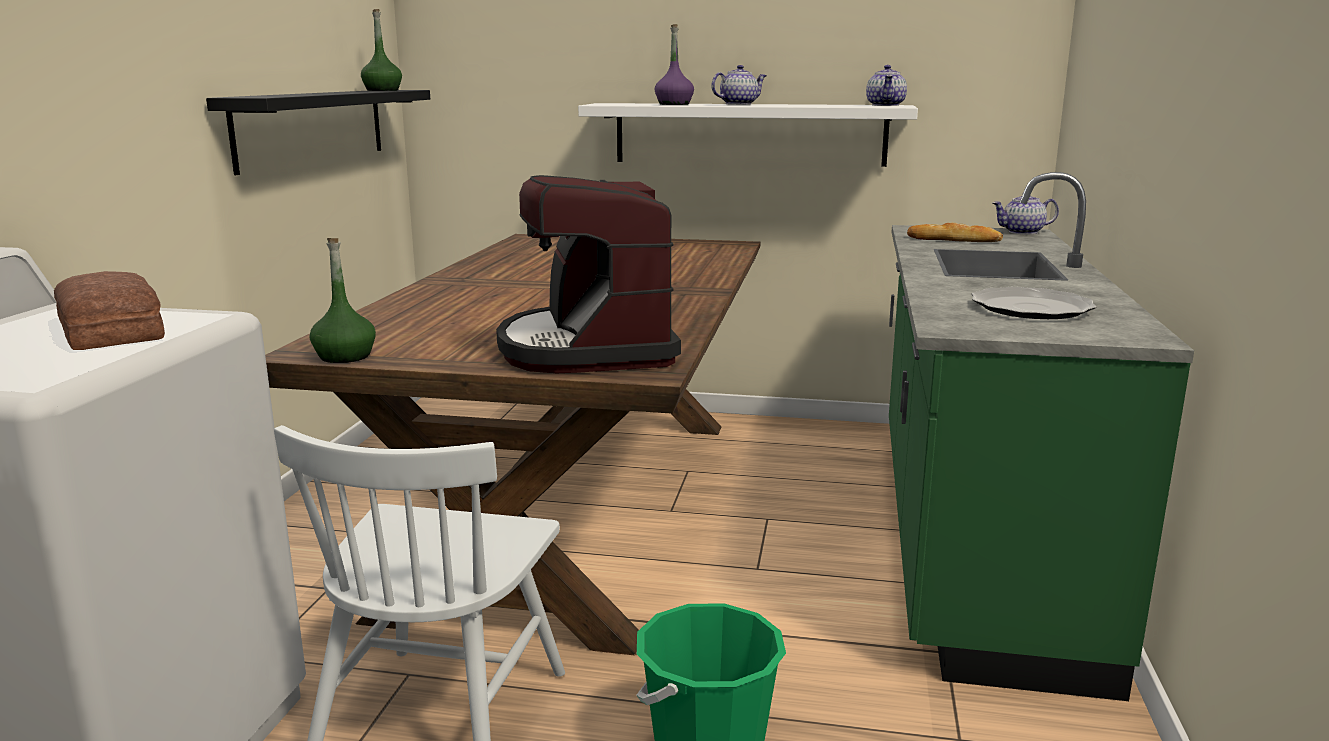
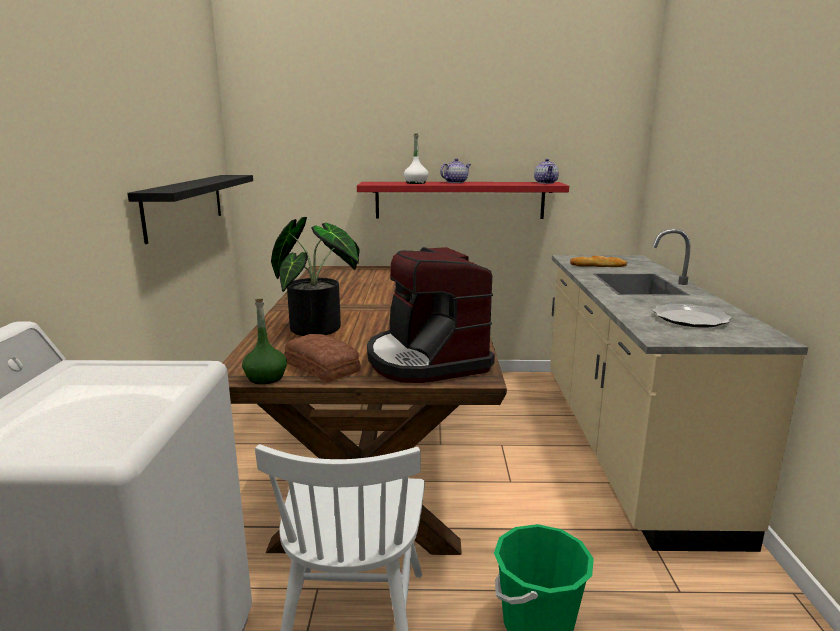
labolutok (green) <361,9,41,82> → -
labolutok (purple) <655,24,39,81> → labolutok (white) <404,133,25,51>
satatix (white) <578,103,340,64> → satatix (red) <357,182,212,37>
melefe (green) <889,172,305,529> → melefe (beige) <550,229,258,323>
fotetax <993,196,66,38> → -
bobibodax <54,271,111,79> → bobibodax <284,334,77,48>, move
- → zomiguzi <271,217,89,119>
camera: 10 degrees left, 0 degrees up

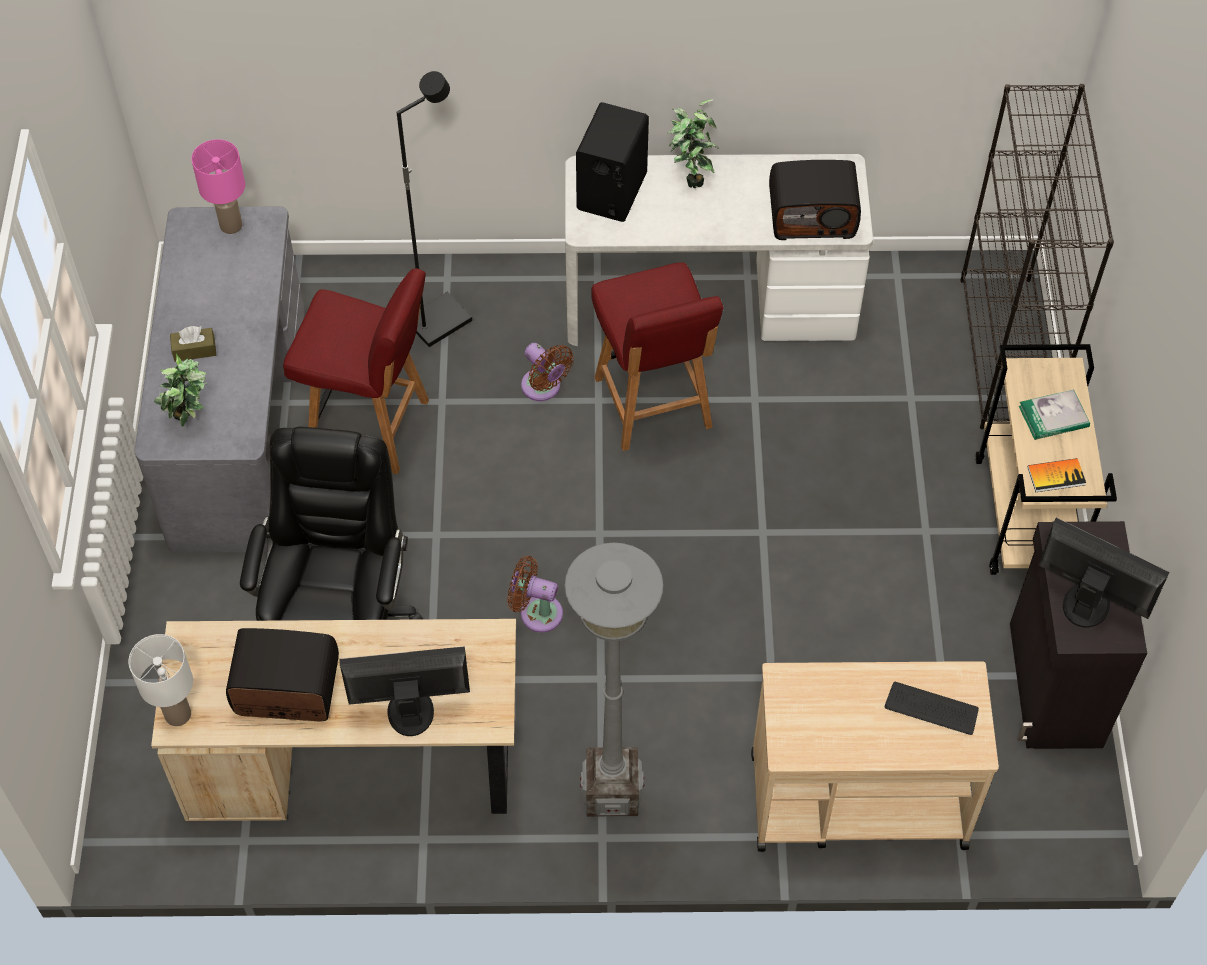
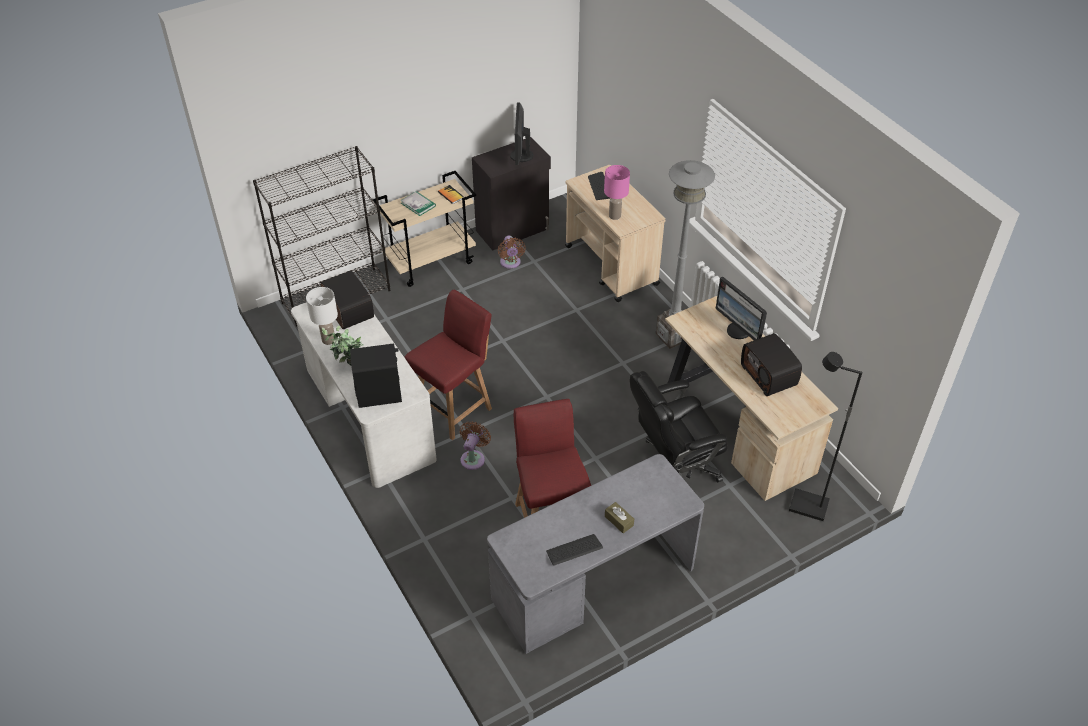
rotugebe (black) <397,71,75,276> → rotugebe (black) <789,352,74,169>, move
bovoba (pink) <191,139,54,95> → bovoba (pink) <604,165,26,55>, move
zomiguzi <153,354,54,73> → -
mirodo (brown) <507,556,56,77> → mirodo (brown) <498,236,28,33>, move
bovoba (white) <128,634,65,92> → bovoba (white) <306,287,32,58>, move
- → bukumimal <546,534,57,32>
camera: 120 degrees left, 10 degrees down

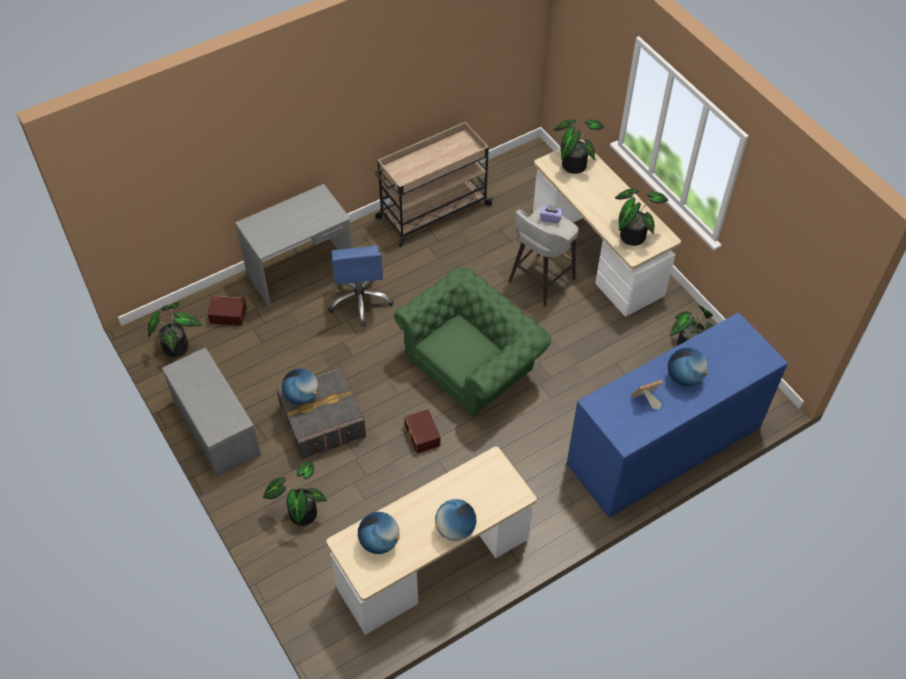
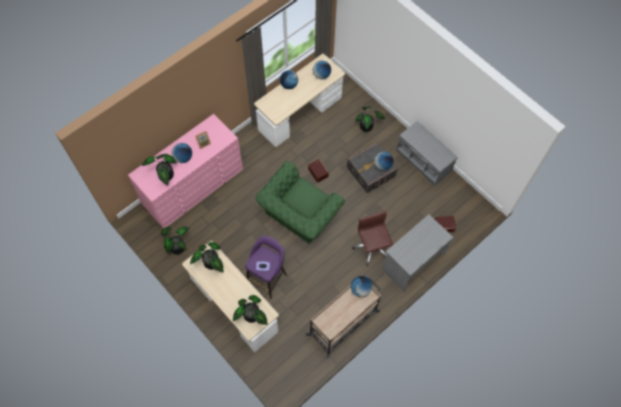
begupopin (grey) <508,206,71,101> → begupopin (purple) <245,236,42,63>
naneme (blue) <328,246,66,80> → naneme (brown) <352,211,41,55>
zomiguzi <148,302,54,55> → zomiguzi <142,154,35,32>, move
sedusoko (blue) <567,312,221,206> → sedusoko (pink) <128,114,115,114>
- → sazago <351,276,21,21>
camera: 170 degrees right, 10 degrees up

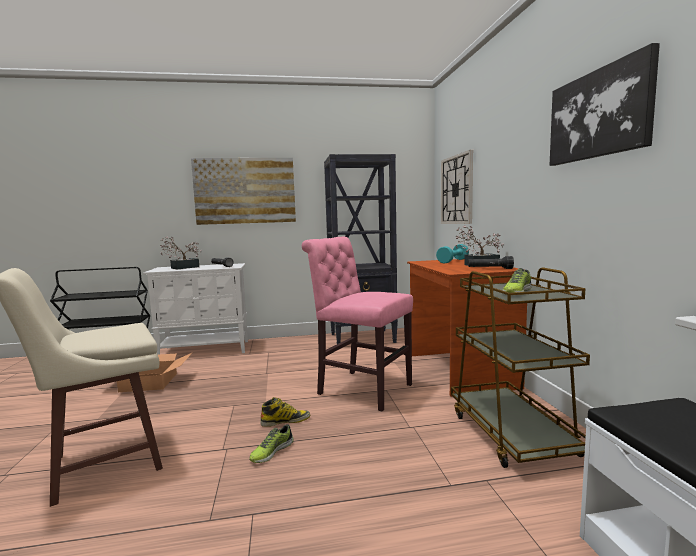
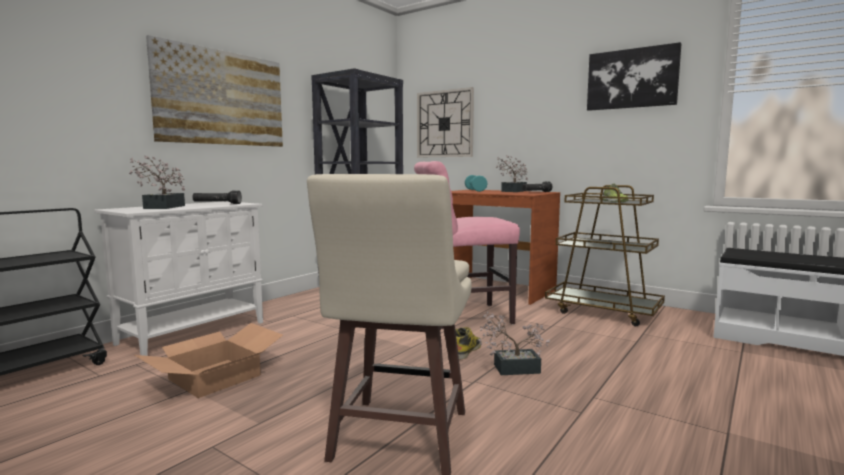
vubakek <249,424,45,39> → zomiguzi <479,312,71,63>
camera: 45 degrees left, 0 degrees up

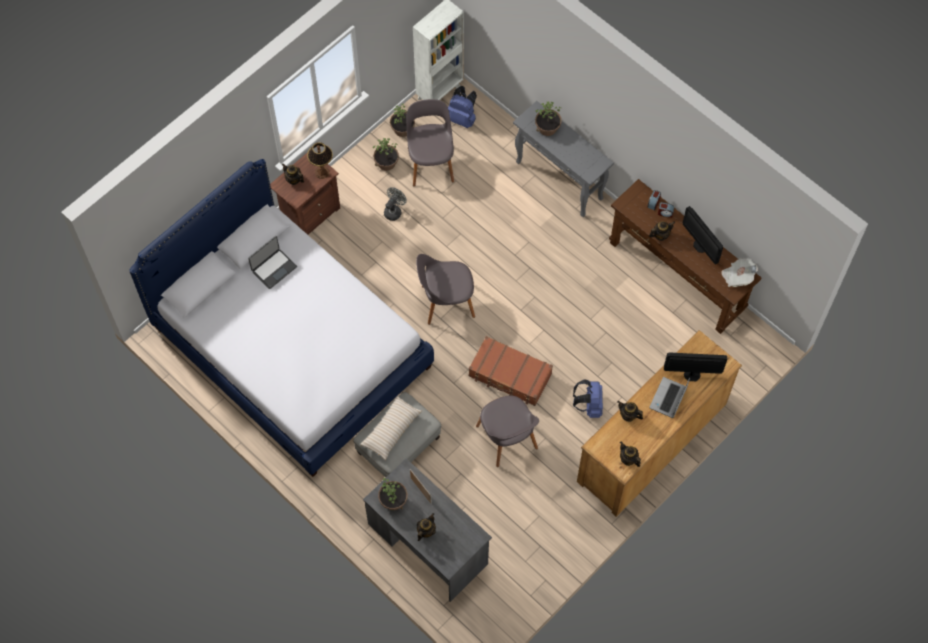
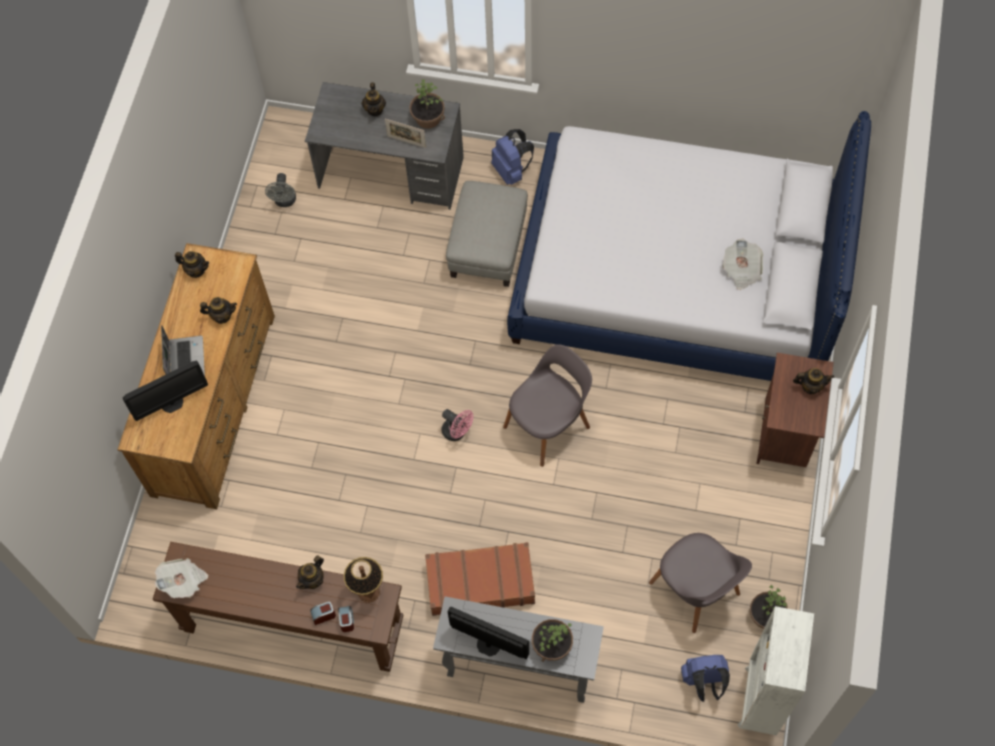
zomiguzi <373,138,26,33> → -
bovoba <307,142,26,37> → bovoba <344,557,39,46>, move
mirodo (grey) <384,187,23,34> → mirodo (grey) <265,173,31,34>, move
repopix <683,206,40,59> → repopix <448,606,81,53>, move
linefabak <248,236,49,53> → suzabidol <722,238,41,52>
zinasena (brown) <469,336,84,70> → zinasena (brown) <425,542,110,74>, move
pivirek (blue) <573,379,30,39> → pivirek (blue) <491,129,43,56>, move
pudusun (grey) <476,395,63,72> → -
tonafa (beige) <360,396,62,64> → -
- → mirodo (pink) <441,409,32,32>
camera: 150 degrees right, 0 degrees up

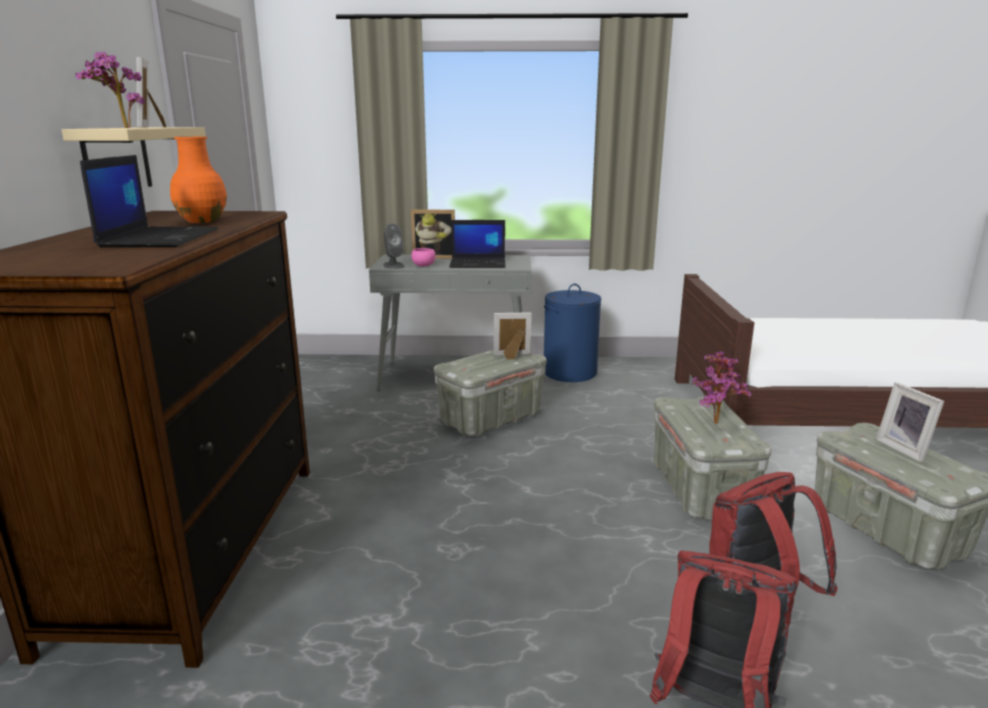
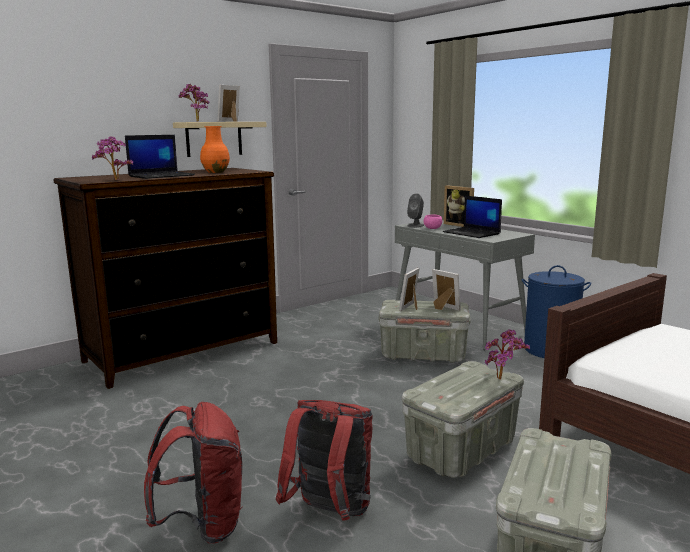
zomiguzi <699,371,52,53> → zomiguzi <92,136,41,44>, move
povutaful <876,382,68,80> → povutaful <399,268,21,43>, move
camera: 50 degrees right, 5 degrees down

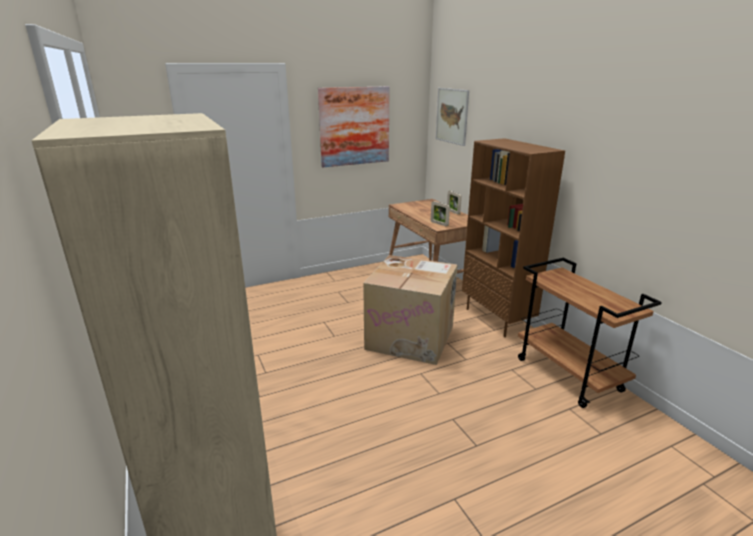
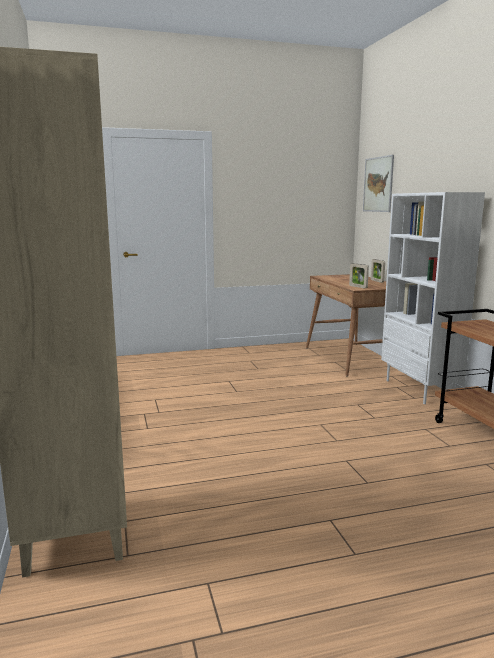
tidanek <318,86,72,81> → -
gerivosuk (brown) <462,138,103,199> → gerivosuk (white) <381,192,104,212>
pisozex <363,255,95,110> → -
camera: 10 degrees right, 10 degrees down

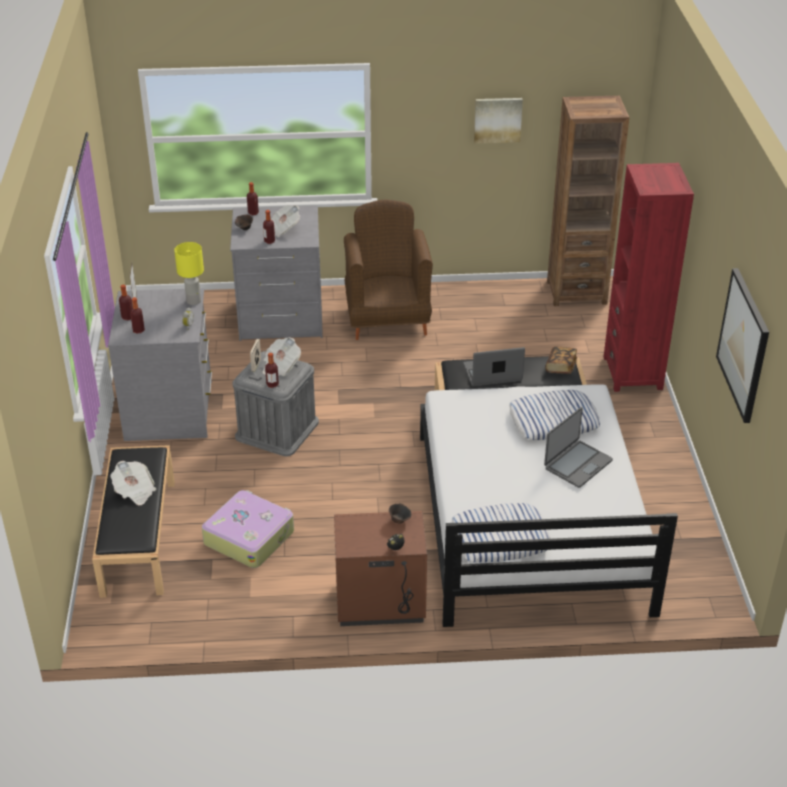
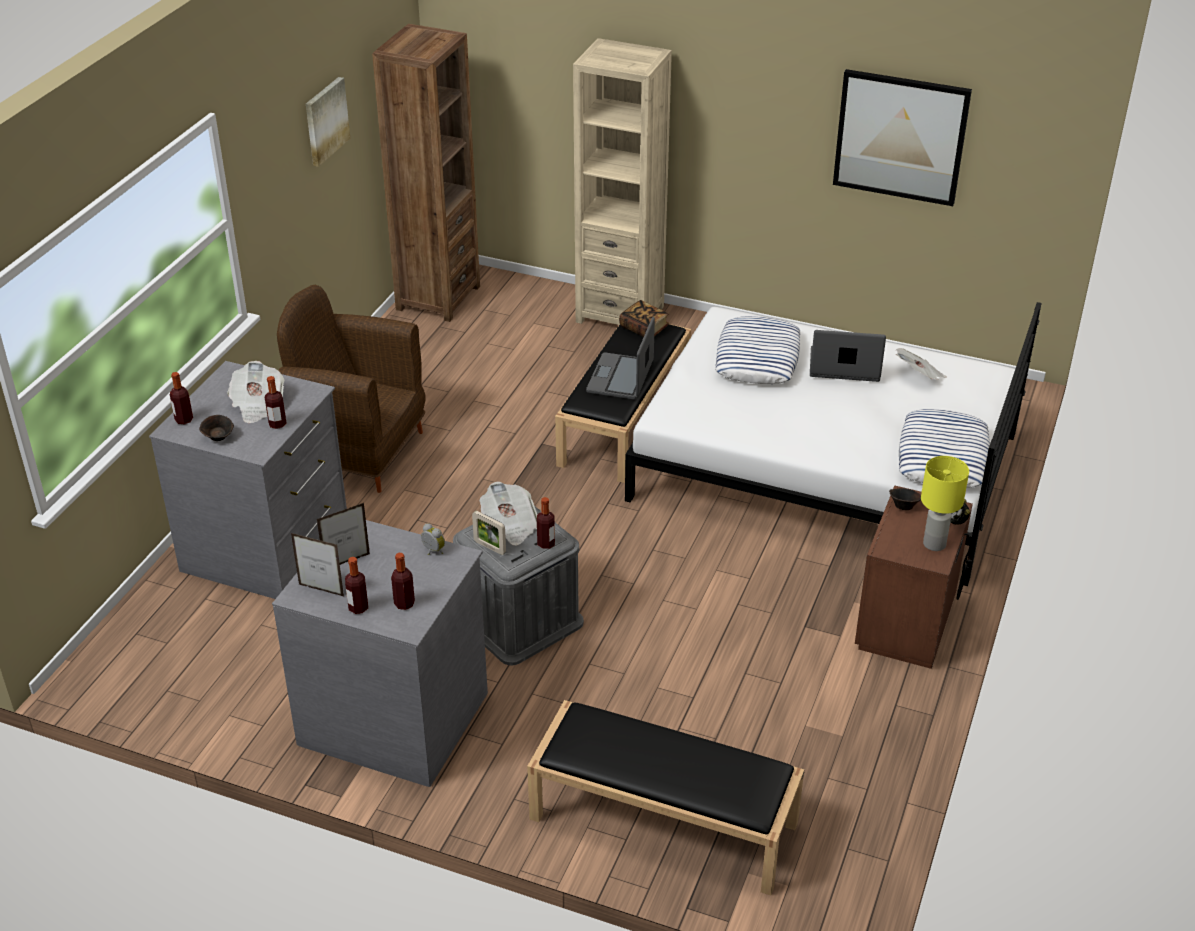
gerivosuk (red) <604,163,90,229> → gerivosuk (beige) <573,38,99,287>
bovoba (yellow) <174,242,30,63> → bovoba (yellow) <921,456,48,95>, move
linefabak <544,407,69,81> → linefabak <810,330,76,52>, 60 degrees counterclockwise
suzabidol <110,461,46,44> → suzabidol <896,348,51,32>, move
zinasena <202,490,92,78> → -
- → povutaful <317,503,53,62>
camera: 65 degrees left, 0 degrees up

